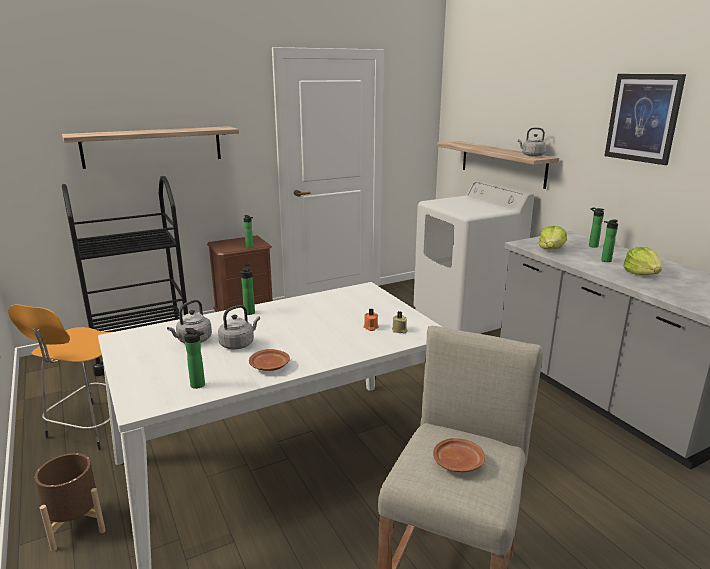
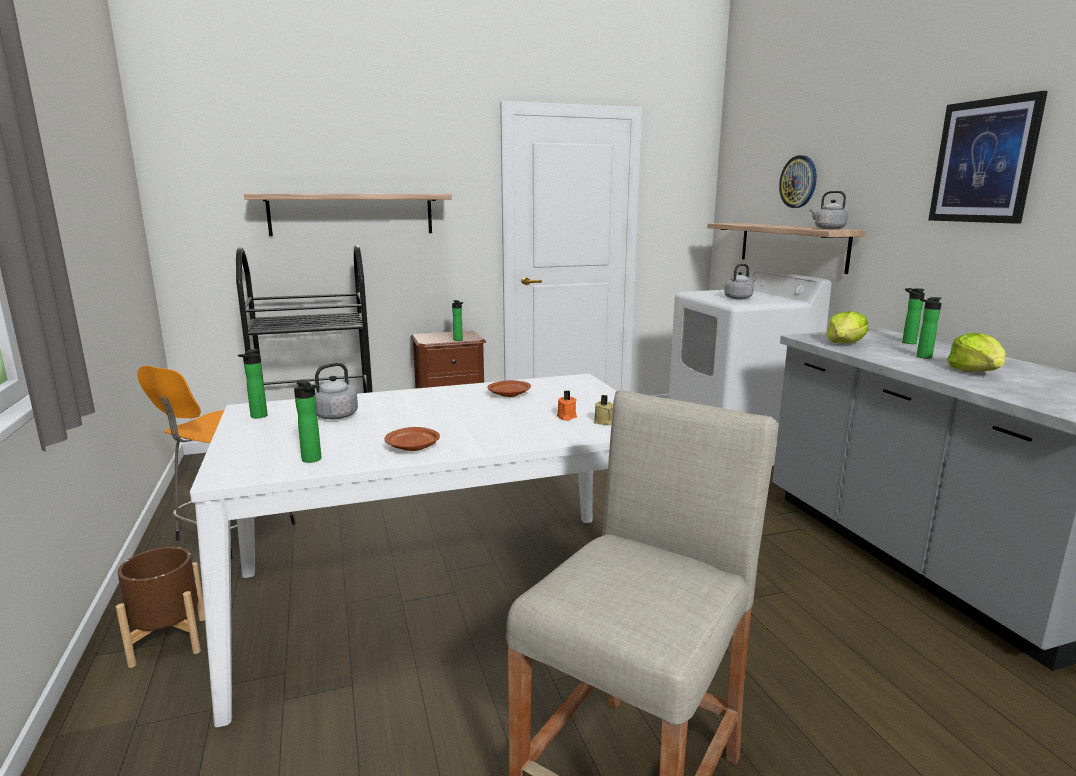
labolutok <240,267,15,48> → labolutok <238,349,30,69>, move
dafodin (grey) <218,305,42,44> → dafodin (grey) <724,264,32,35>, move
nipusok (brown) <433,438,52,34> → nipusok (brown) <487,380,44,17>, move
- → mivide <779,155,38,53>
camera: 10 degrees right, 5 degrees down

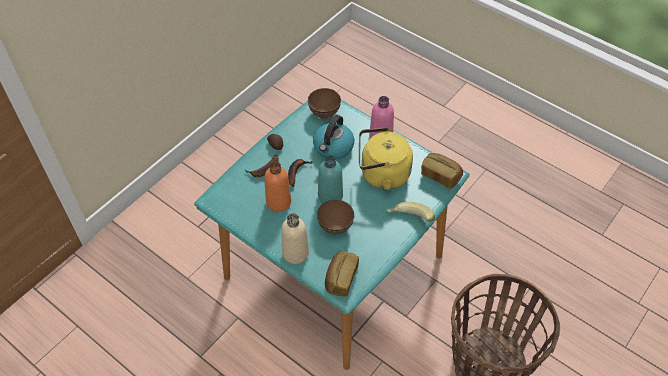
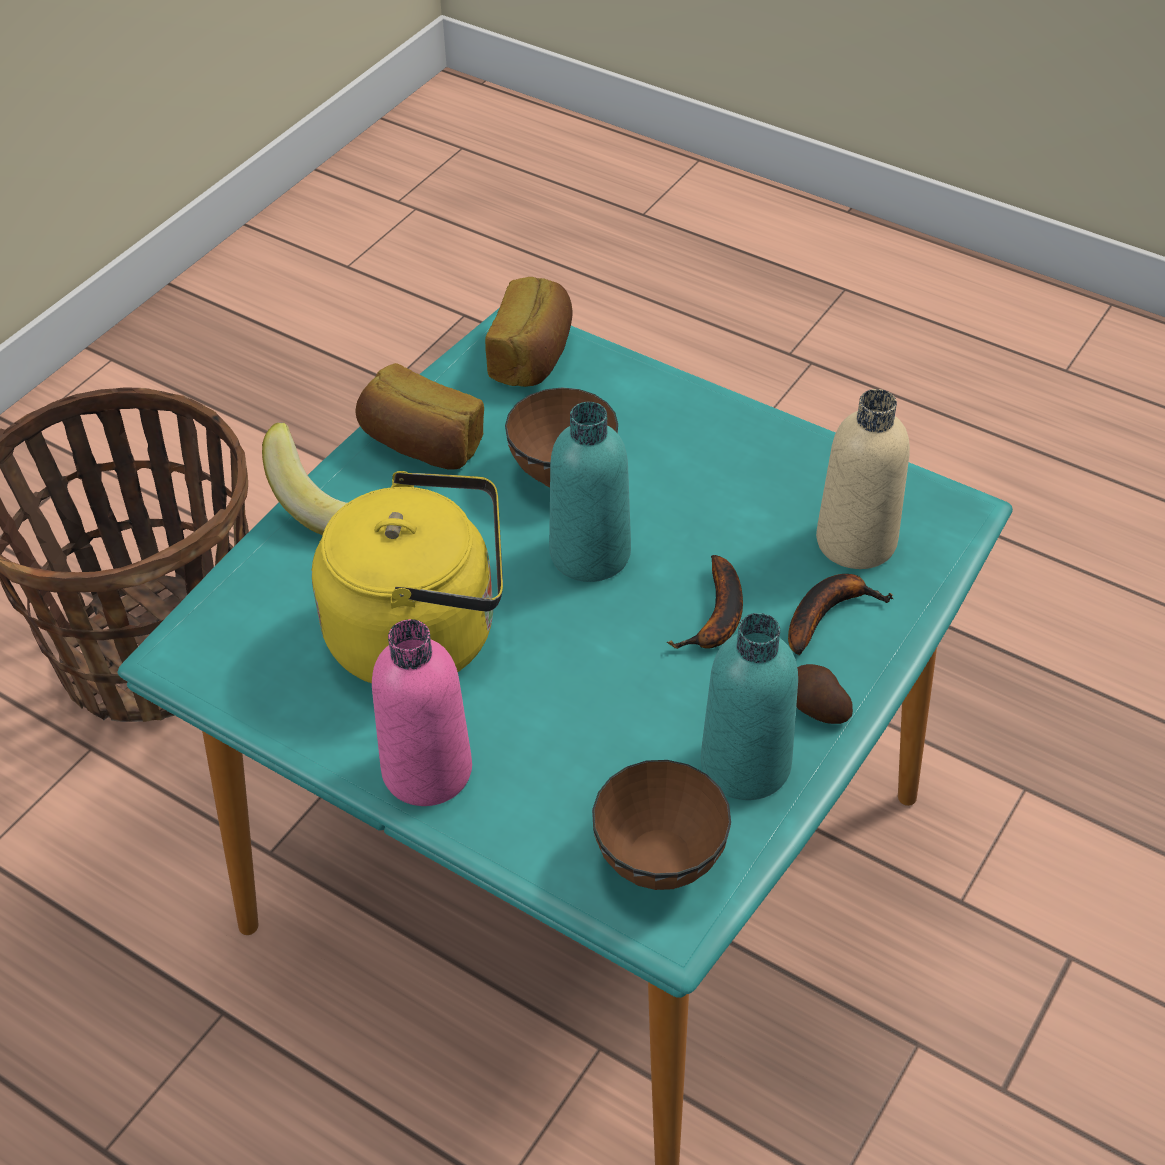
dafodin <313,115,41,44> → -
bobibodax <421,153,42,36> → bobibodax <356,363,128,107>, move
labolutok (orange) <264,161,27,51> → -
labolutok (beige) <281,213,28,51> → labolutok (beige) <816,389,94,180>, move
- → labolutok (turquoise) <701,613,97,187>
camera: 175 degrees right, 5 degrees down

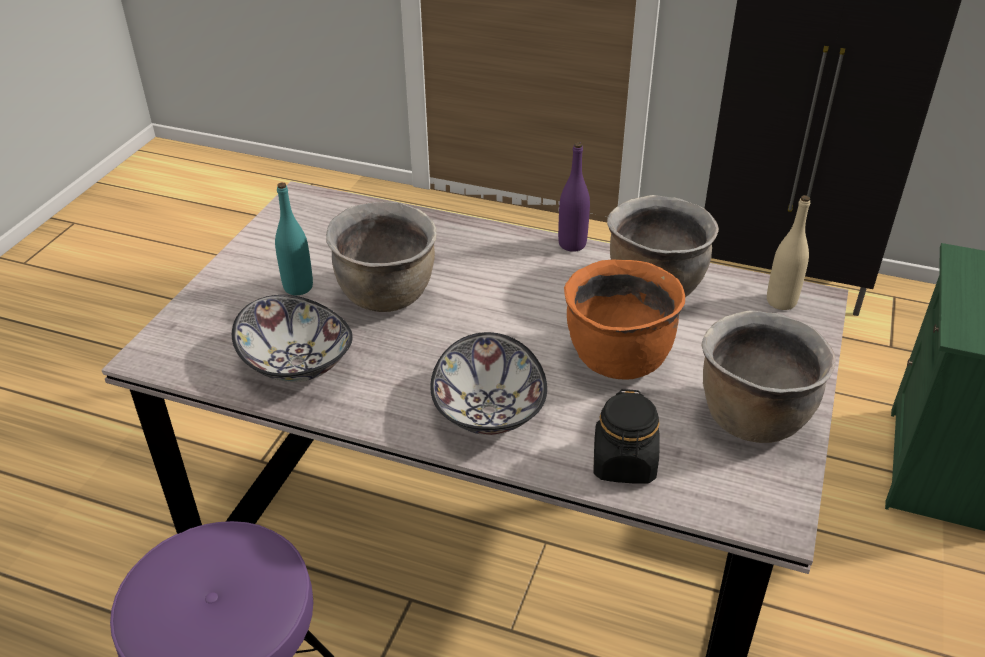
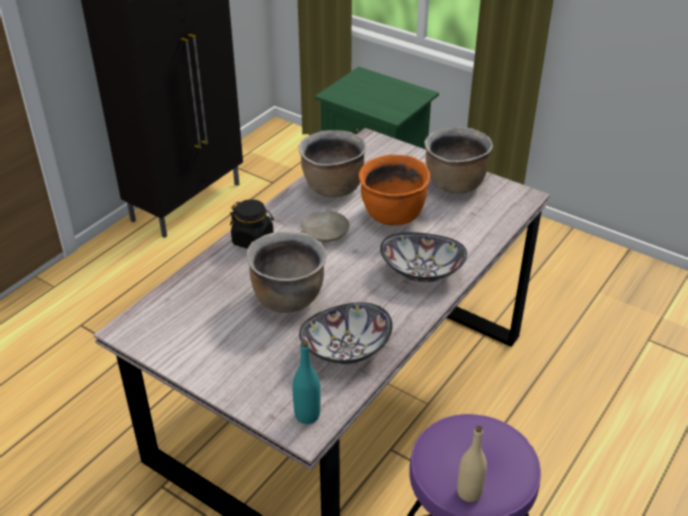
labolutok (purple) <558,142,32,110> → -
labolutok (turquoise) <275,182,38,113> → labolutok (turquoise) <293,341,27,83>, move
labolutok (beige) <767,195,43,115> → labolutok (beige) <457,426,30,76>, move
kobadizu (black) <593,389,67,95> → kobadizu (black) <230,199,44,50>, move
- → nipusok (beige) <301,211,48,31>
camera: 75 degrees left, 0 degrees up

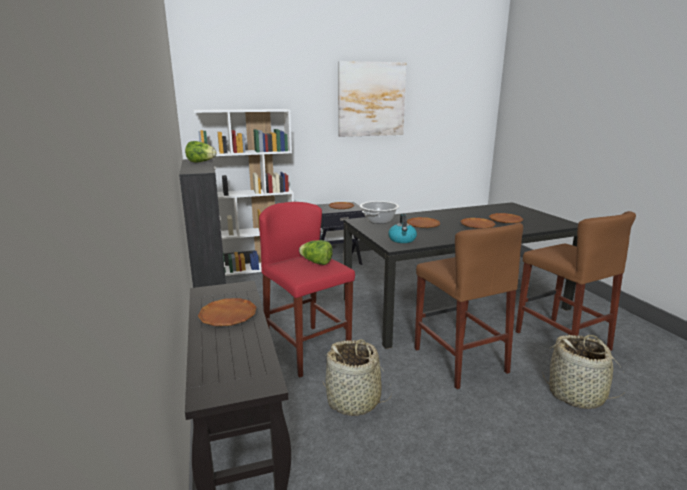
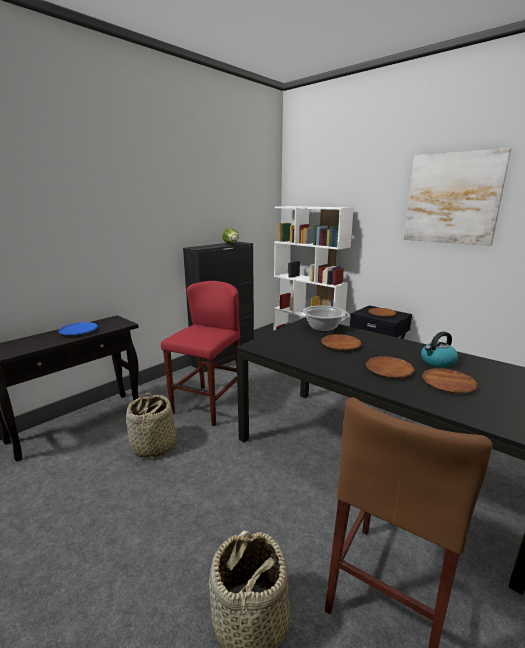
dafodin <388,213,29,30> → dafodin <421,331,37,37>, move
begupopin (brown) <415,223,108,166> → -
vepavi <299,240,34,25> → -
nipusok (brown) <198,298,59,28> → nipusok (blue) <58,322,40,14>
camera: 60 degrees right, 0 degrees up

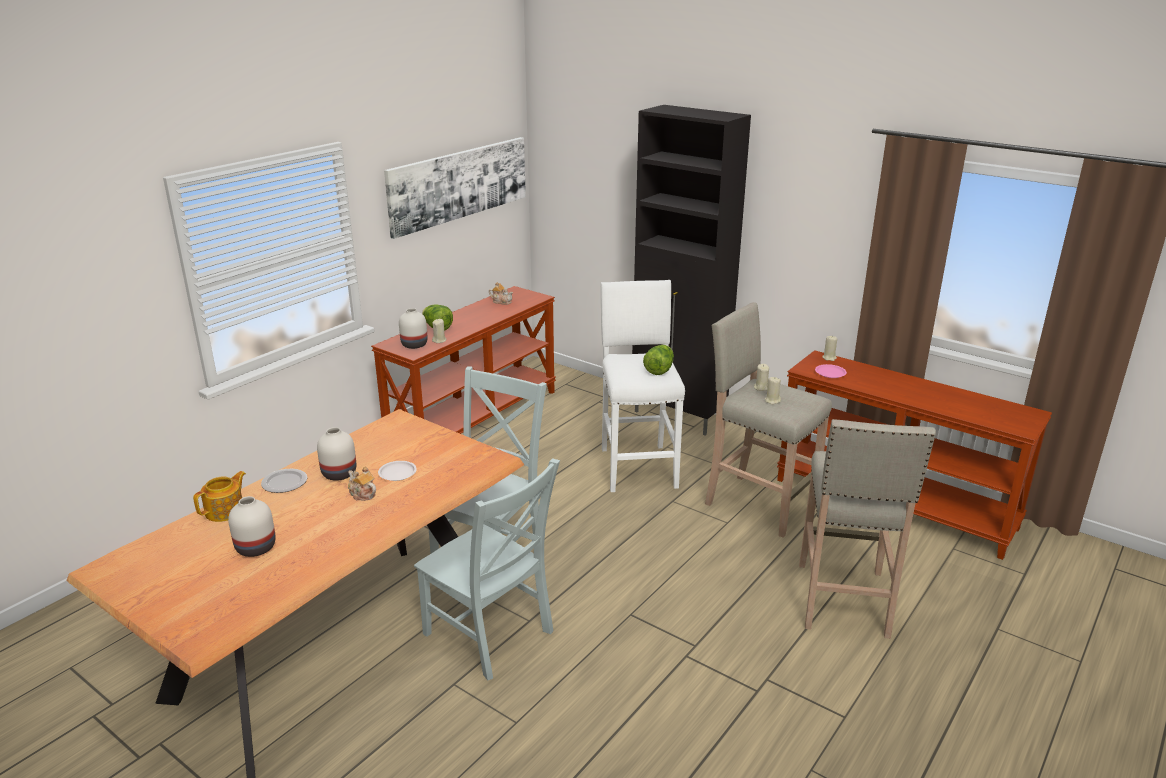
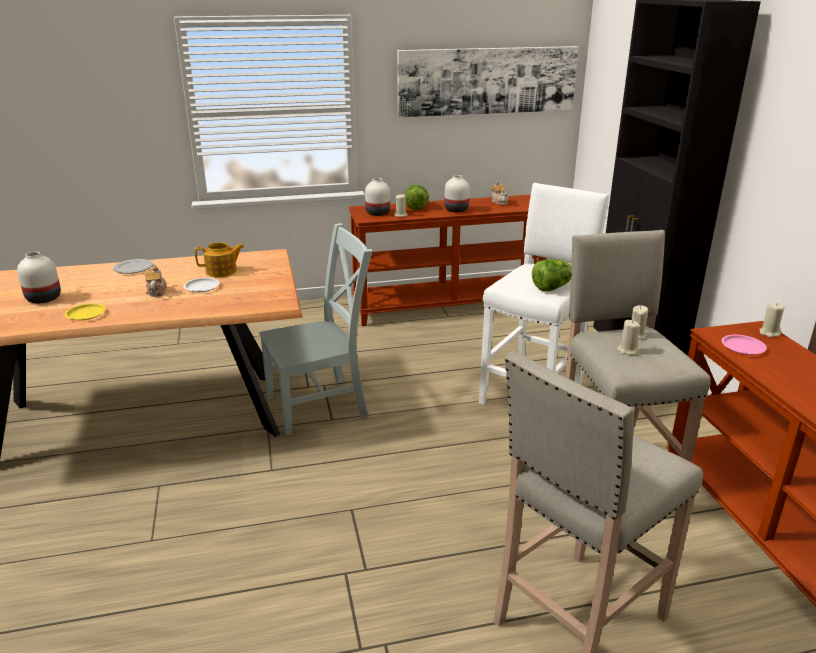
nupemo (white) <317,427,40,54> → nupemo (white) <444,175,26,37>, move
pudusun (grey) <414,458,146,222> → -
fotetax <193,471,53,51> → fotetax <195,242,49,35>, move
- → nipusok (yellow) <65,303,41,18>
camera: 40 degrees right, 0 degrees up

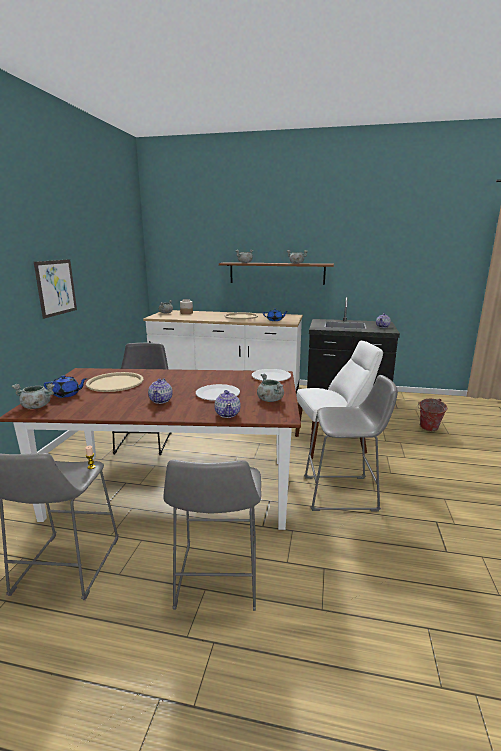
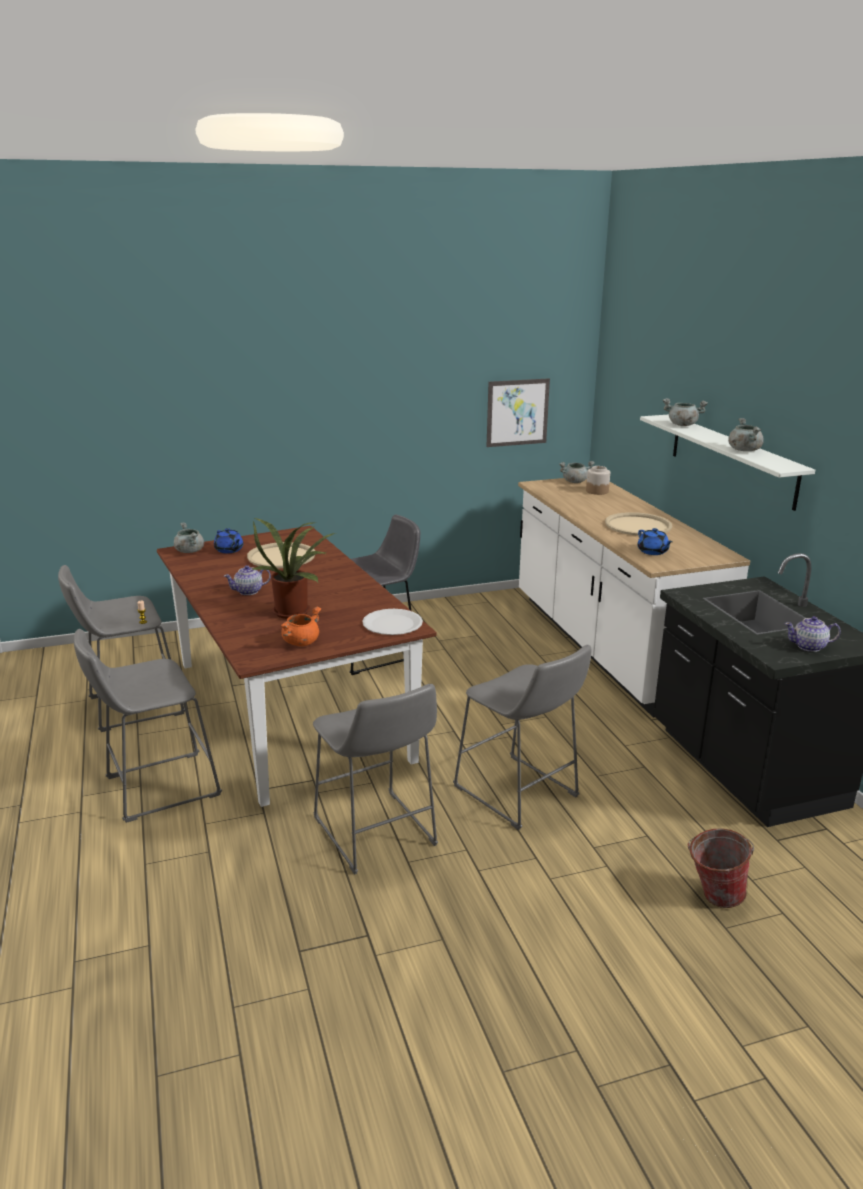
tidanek <34,259,43,60> → tidanek <486,378,64,69>, move
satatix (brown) <219,262,115,23> → satatix (white) <640,414,175,97>
pudusun (white) <295,340,88,119> → begupopin (grey) <453,645,138,185>
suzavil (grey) <257,374,27,28> → suzavil (orange) <281,607,40,39>
nipusok (white) <196,384,44,17> → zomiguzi <252,518,83,101>
fotetax <215,390,26,28> → -
camera: 60 degrees right, 5 degrees up

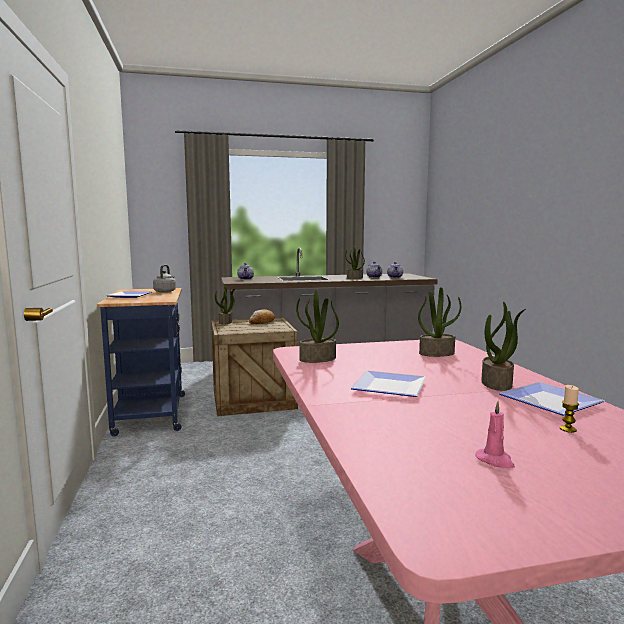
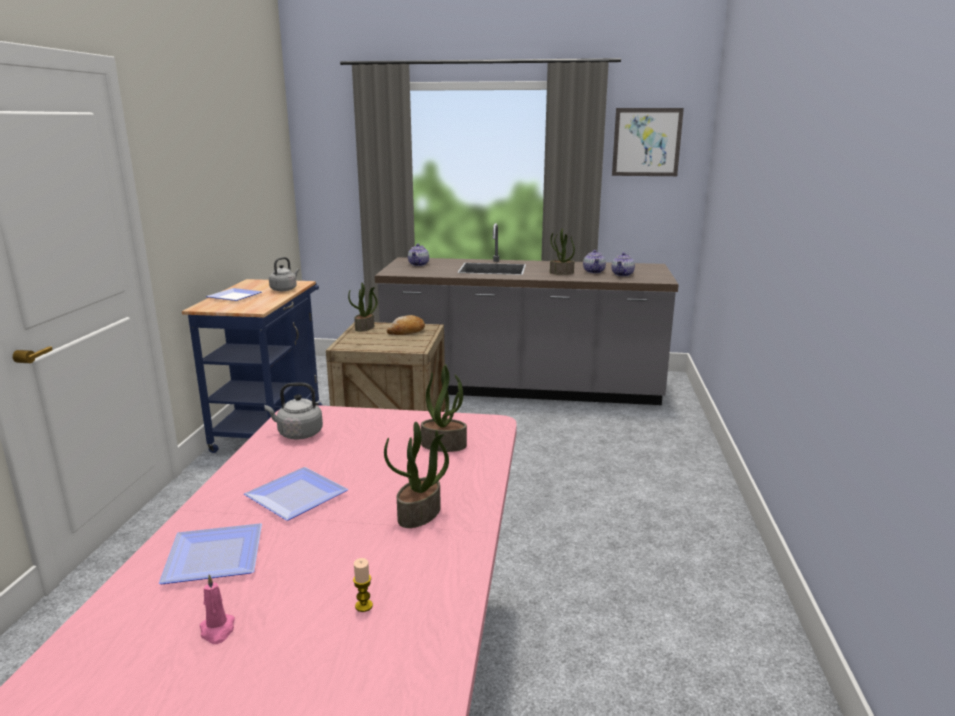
zomiguzi <296,290,43,73> → dafodin (grey) <264,382,59,58>
nipusok <499,382,105,34> → nipusok <159,523,103,61>, move
- → tidanek <612,108,72,68>
camera: 20 degrees right, 10 degrees up

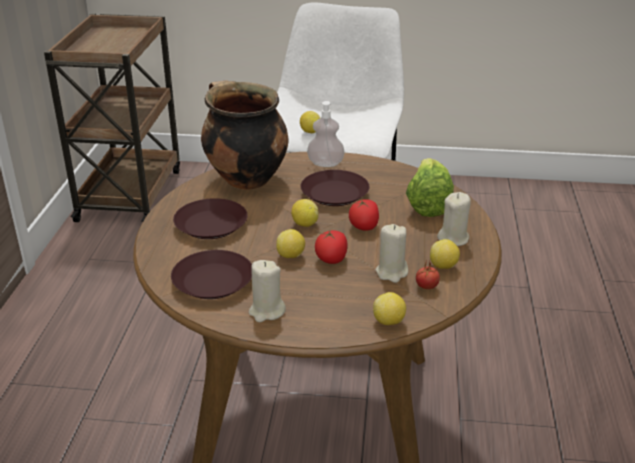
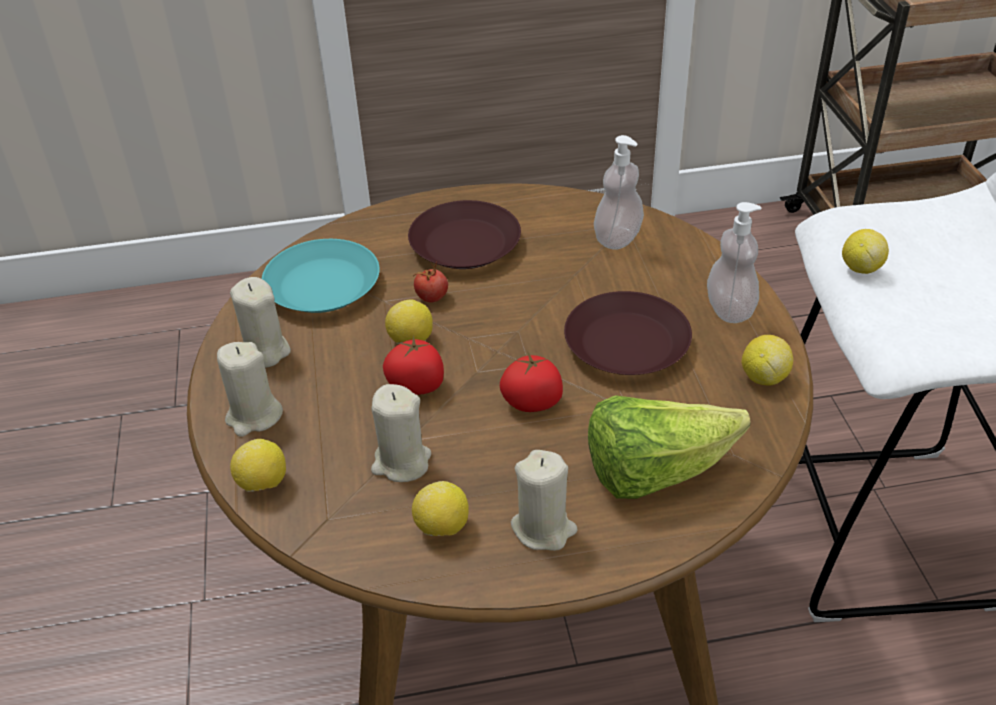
suzavil <201,80,88,110> → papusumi <594,135,50,115>
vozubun <291,199,28,28> → vozubun <742,335,51,51>, move
nipusok (brown) <171,250,81,49> → nipusok (turquoise) <262,239,118,74>
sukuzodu <416,261,24,28> → sukuzodu <413,262,35,41>, move
- → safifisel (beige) <217,342,66,95>
camera: 75 degrees right, 10 degrees up

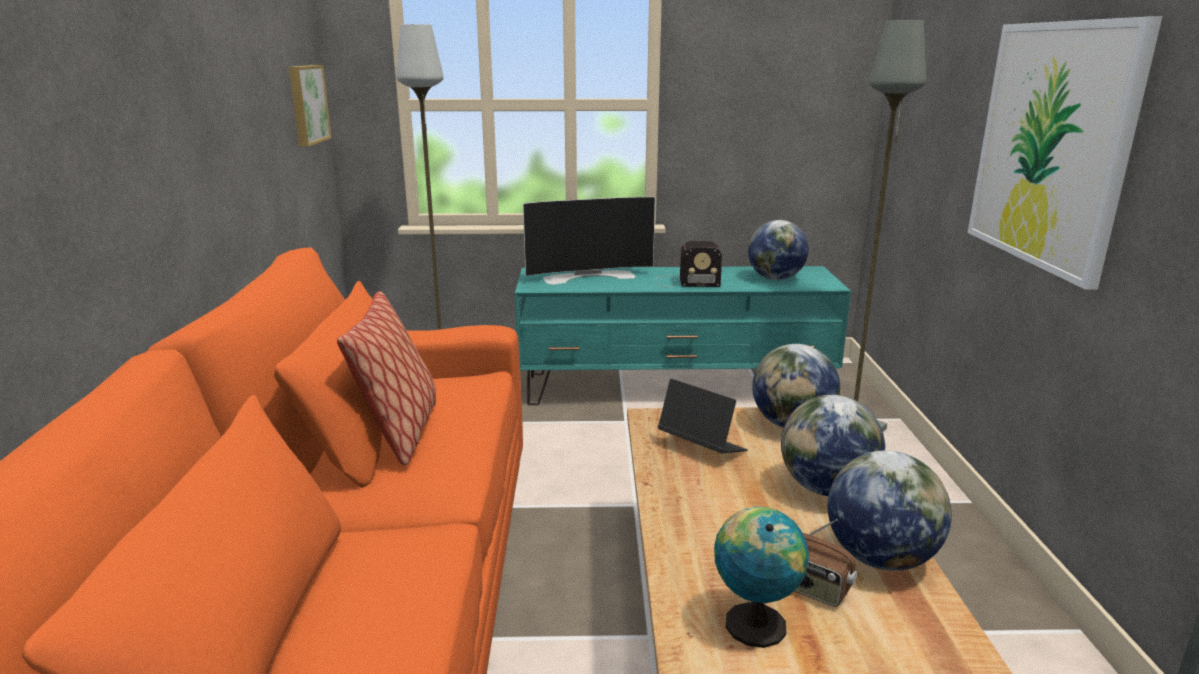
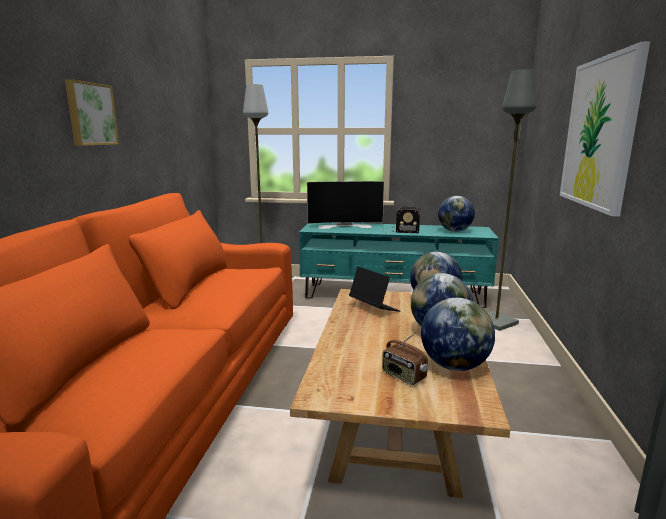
tidanek <289,65,43,81> → tidanek <65,79,54,67>, move
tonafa <337,291,99,174> → -
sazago <714,506,95,142> → -
camera: 10 degrees right, 5 degrees down

